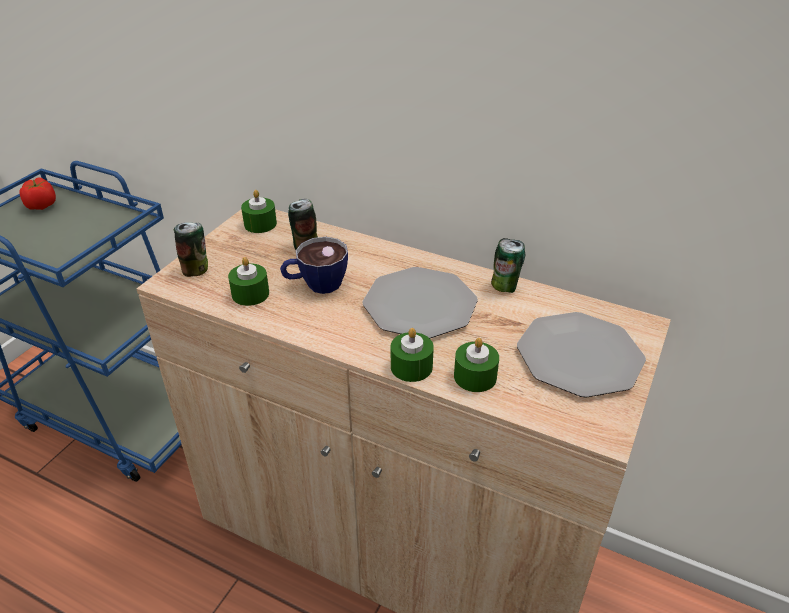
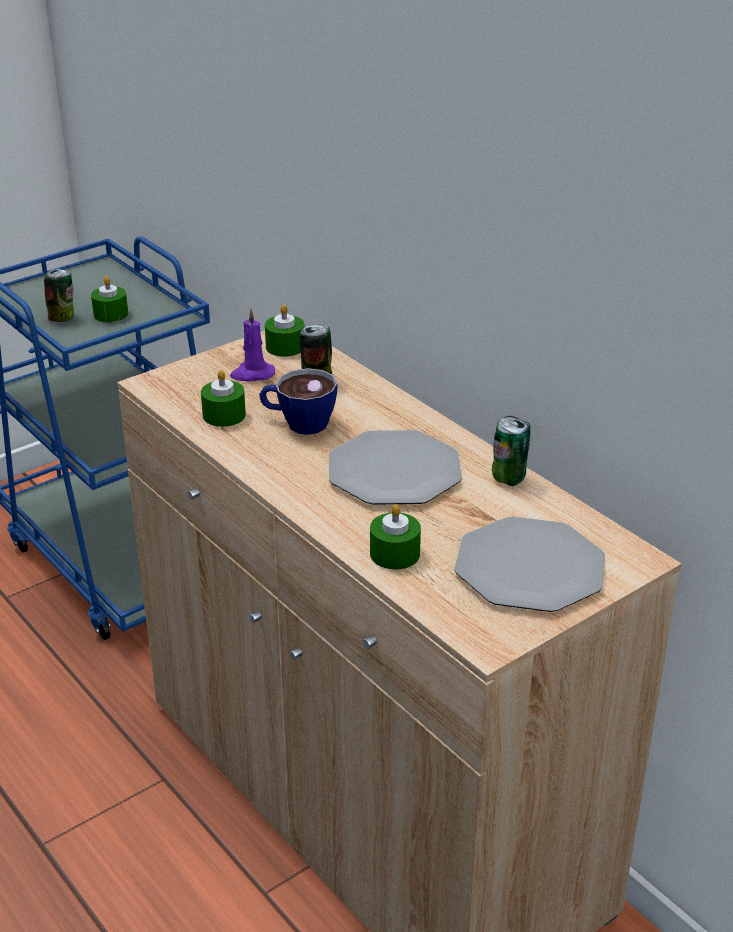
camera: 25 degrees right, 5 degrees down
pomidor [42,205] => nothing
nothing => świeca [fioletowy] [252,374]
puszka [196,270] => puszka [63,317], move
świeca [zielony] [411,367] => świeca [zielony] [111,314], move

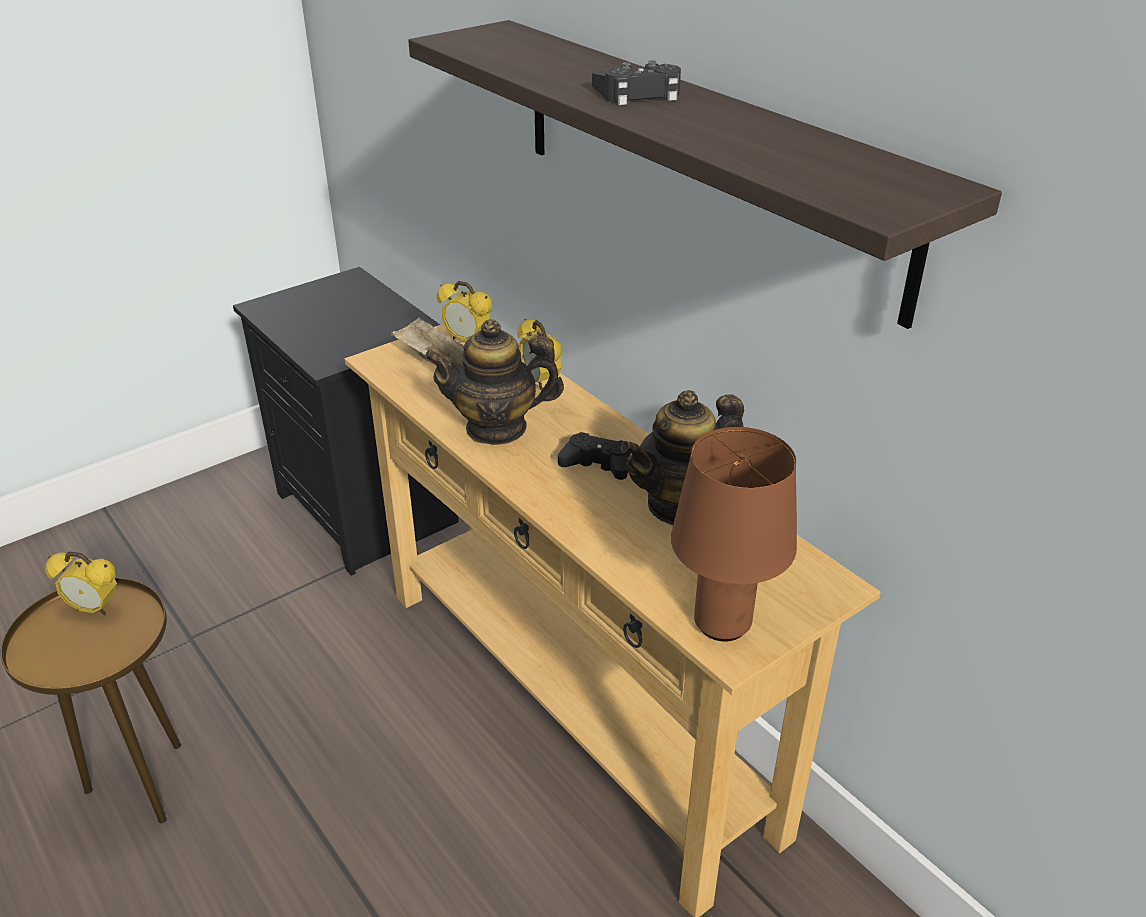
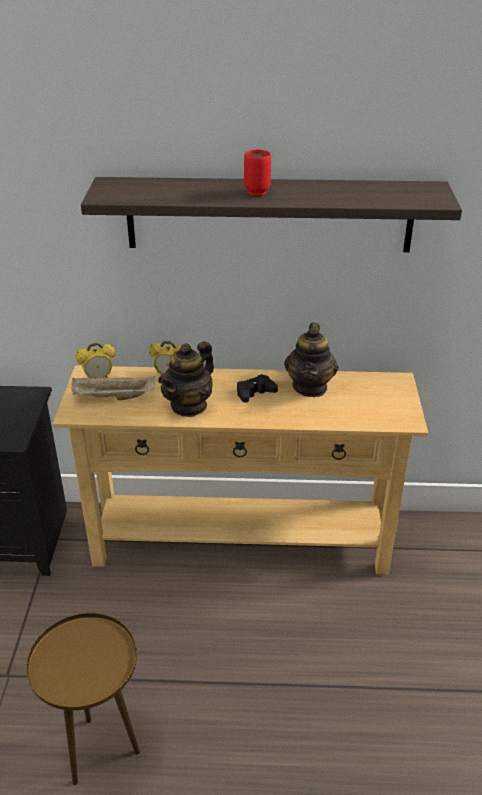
camera: 50 degrees left, 0 degrees up
budzik [94,609] => nothing
lampa stołowa [brązowy] [723,624] => nothing
pad do gier [czarny] [639,94] => kubek [czerwony] [259,191]

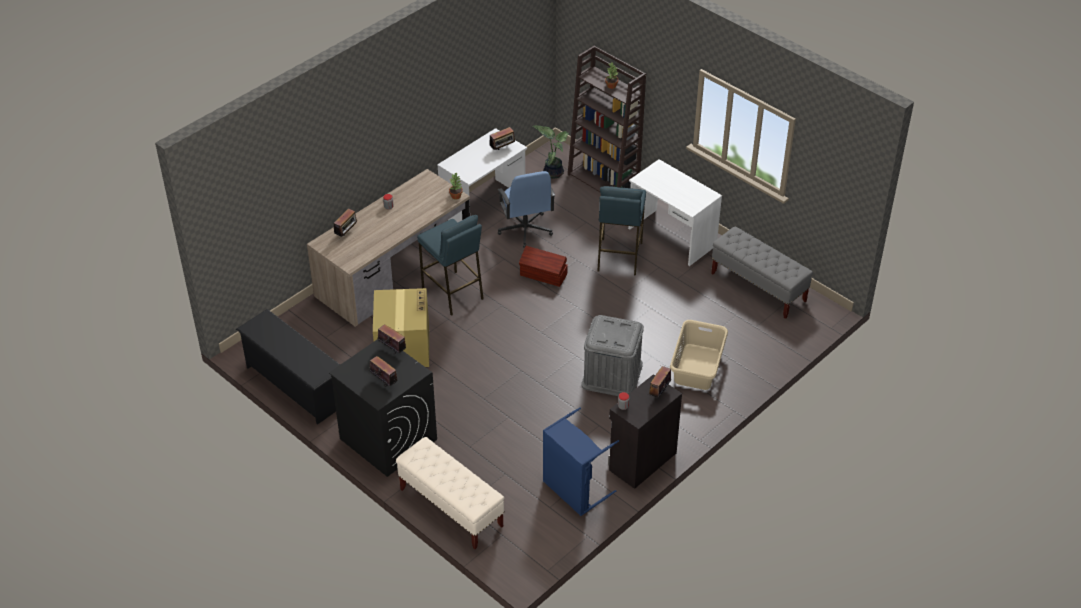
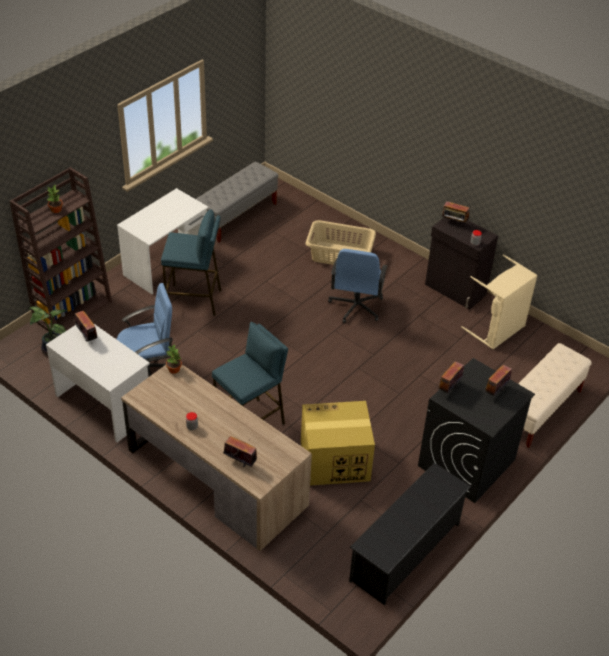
camera: 95 degrees left, 0 degrees up
pojemnik do przechowywania [brązowy] [543,275] => nothing
pojemnik do przechowywania [szary] [612,374] => krzesło biurowe [niebieski] [356,307]
kosz na pranie [niebieski] [573,490] => kosz na pranie [beżowy] [498,330]

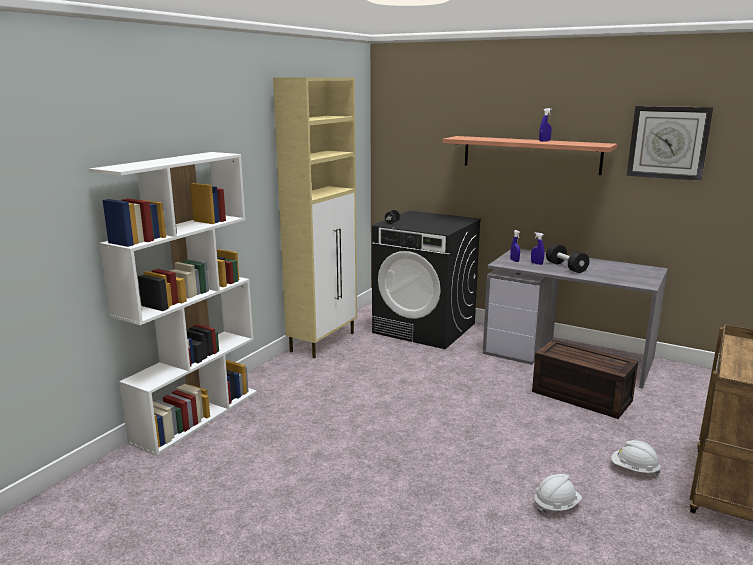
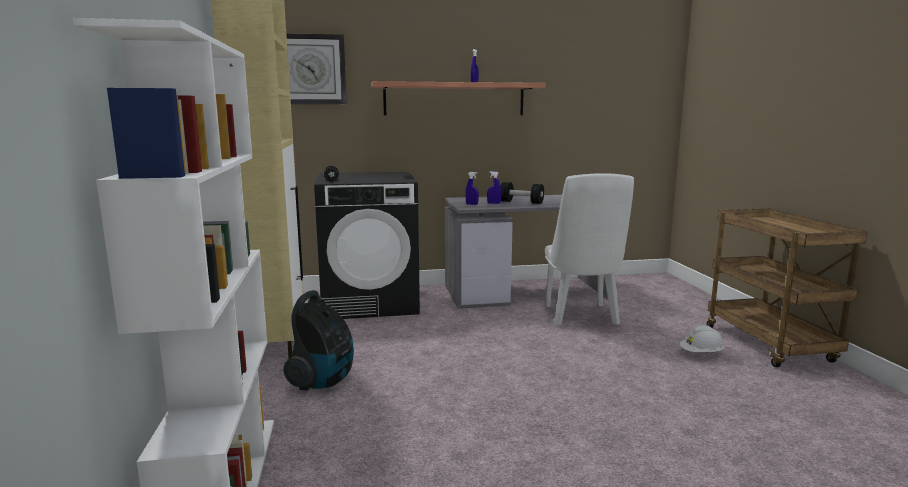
camera: 40 degrees left, 5 degrees down
kask [biały] [556,505] => nothing
nothing => odkurzacz [323,381]
zegar ścienny [668,142] => zegar ścienny [311,69], move
pojemnik do przechowywania [brązowy] [579,396] => krzesło [biały] [582,317]

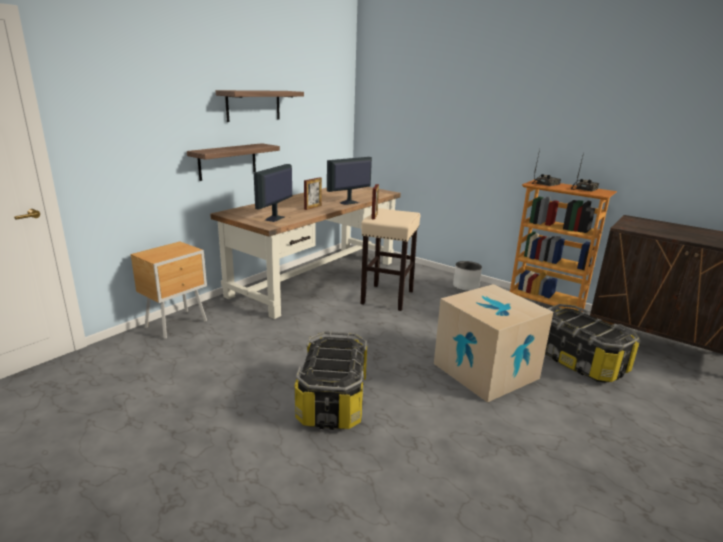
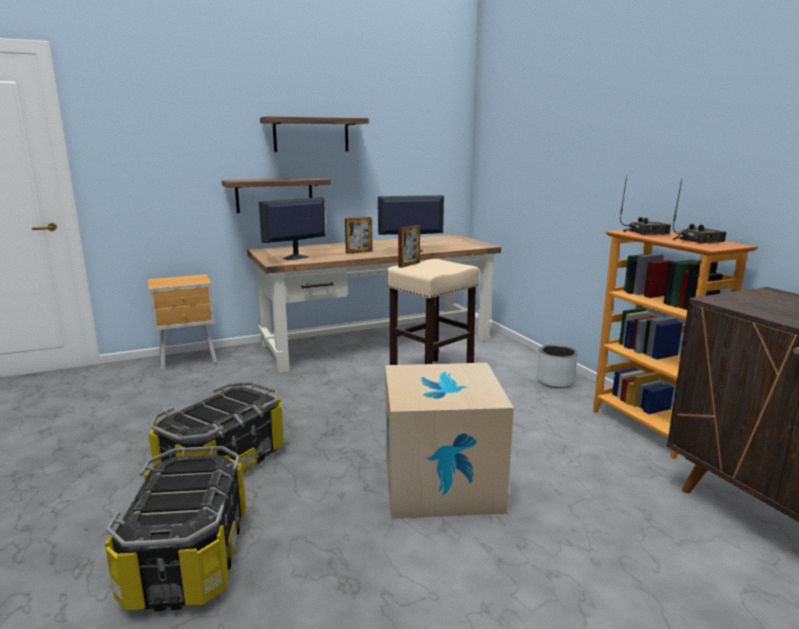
camera: 30 degrees right, 5 degrees down
pojemnik do przechowywania [580,361] => pojemnik do przechowywania [189,557], move

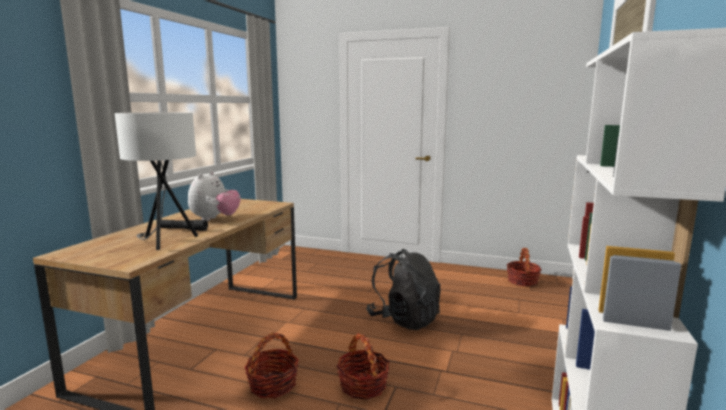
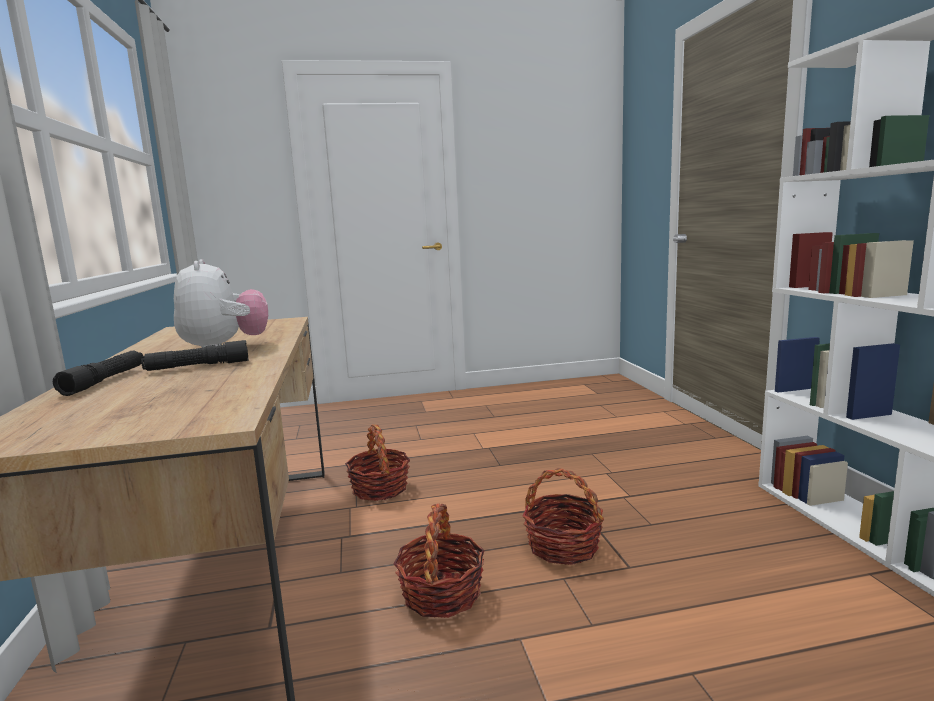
camera: 30 degrees left, 0 degrees up
lampa stołowa [biały] [165,242] => nothing
plecak [czarny] [404,319] => nothing
nothing => latarka [czarny] [105,381]
koszyk [522,281] => koszyk [380,489], move

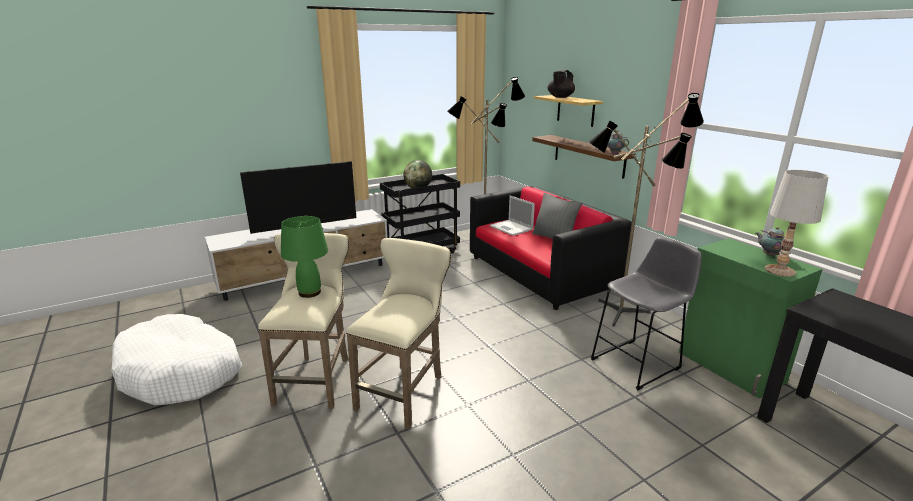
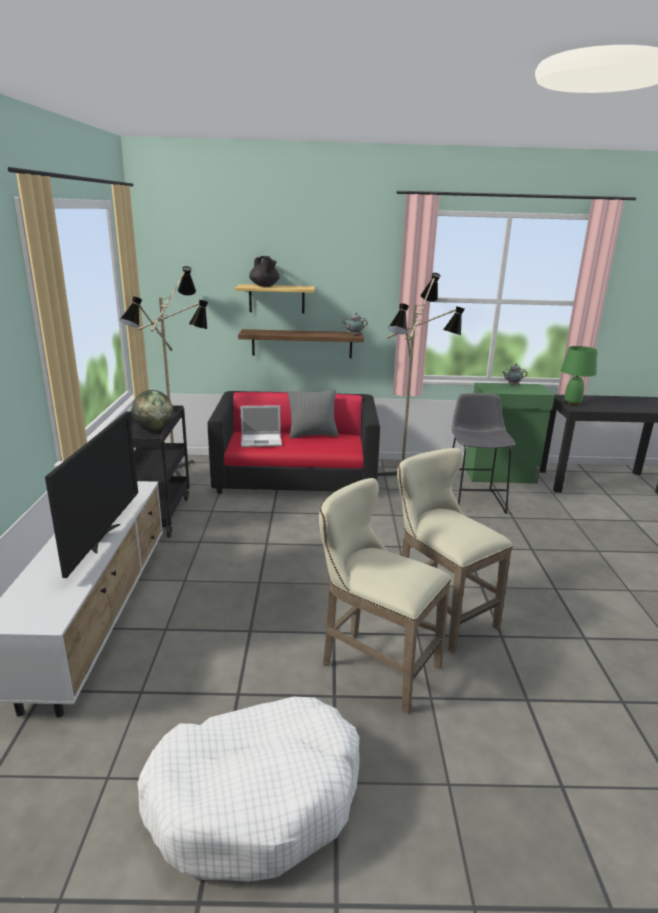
camera: 60 degrees left, 0 degrees up
lampa stołowa [biały] [779,271] => nothing
lampa stołowa [zielony] [310,292] => lampa stołowa [zielony] [572,403], move

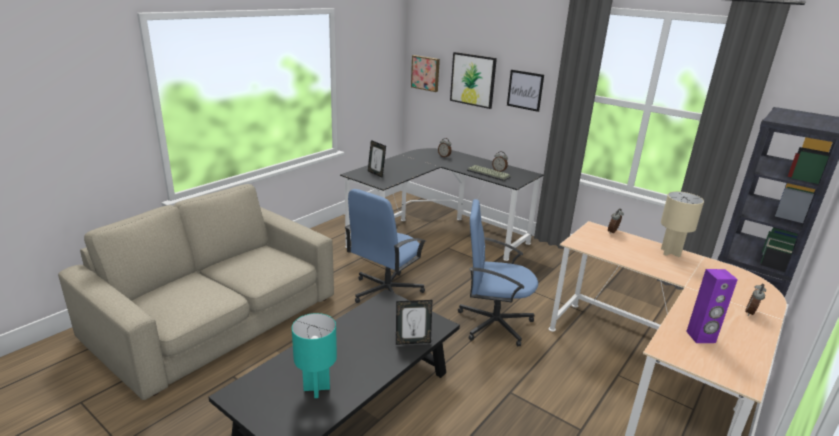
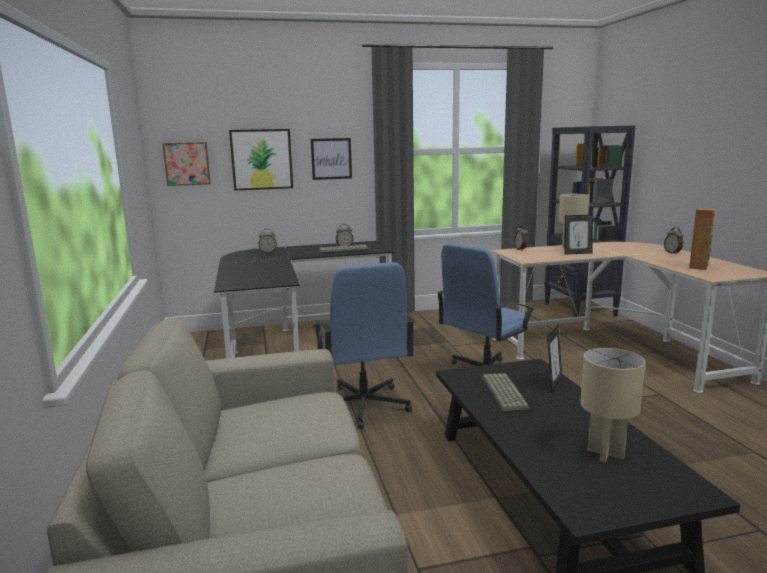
camera: 50 degrees left, 10 degrees down
nothing => klawiatura [502,393]
ramka na zdjęcie [376,173] => ramka na zdjęcie [577,253], move
lampa stołowa [turkusowy] [316,389] => lampa stołowa [beżowy] [606,454]
głośnik [fioletowy] [701,337] => głośnik [brązowy] [699,267]

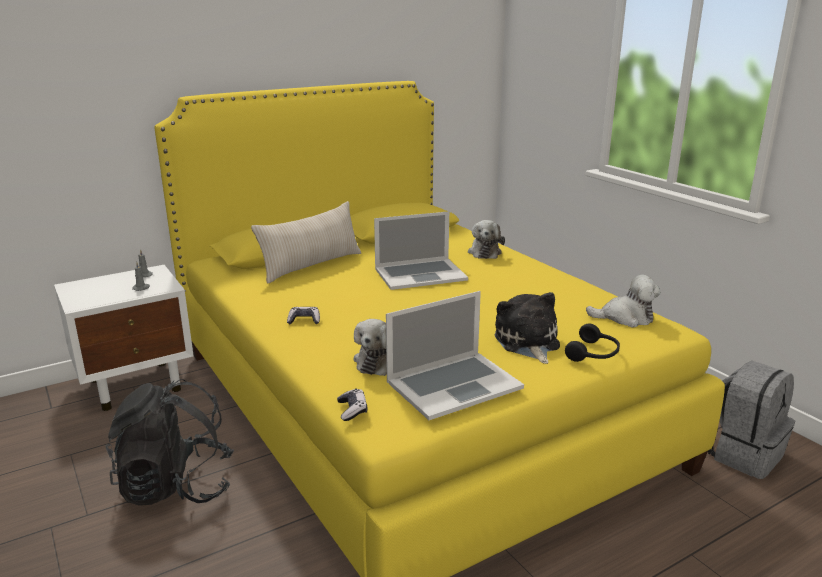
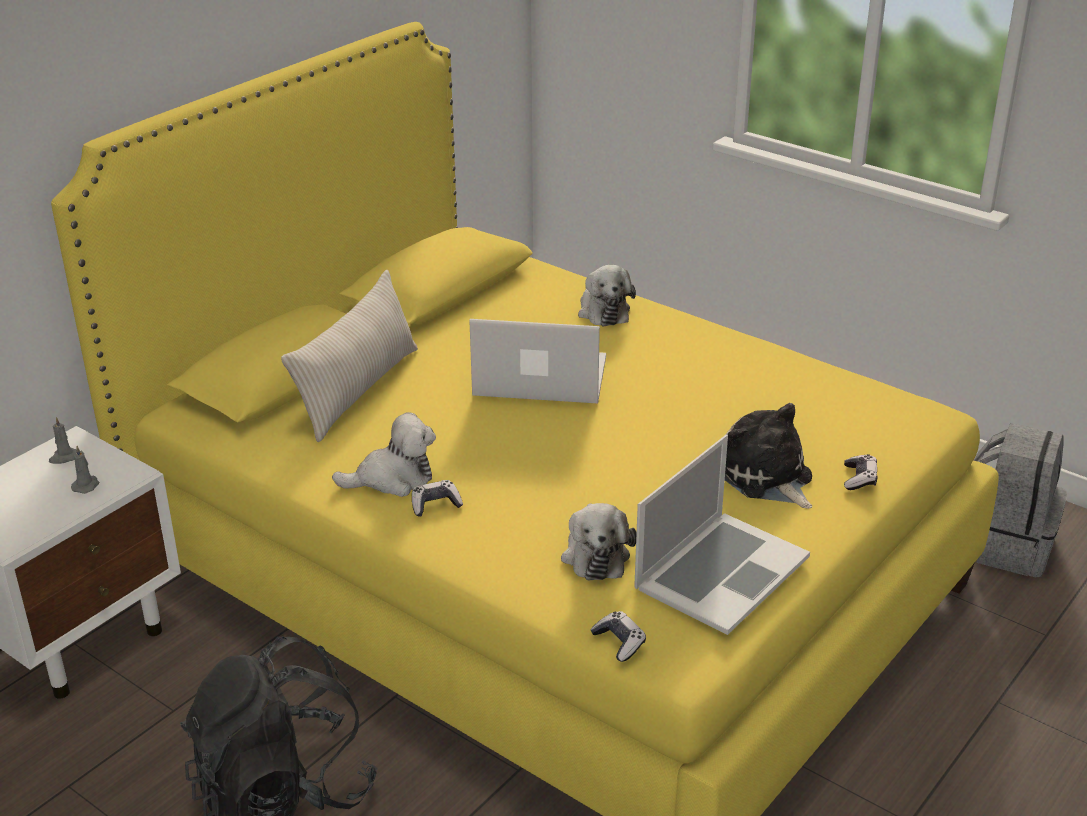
camera: 20 degrees left, 10 degrees up
pluszak [625,318] => pluszak [392,479], move
słuchawki [czarny] [594,354] => pad do gier [859,479]
laptop [420,274] => laptop [540,377], 135 degrees counterclockwise

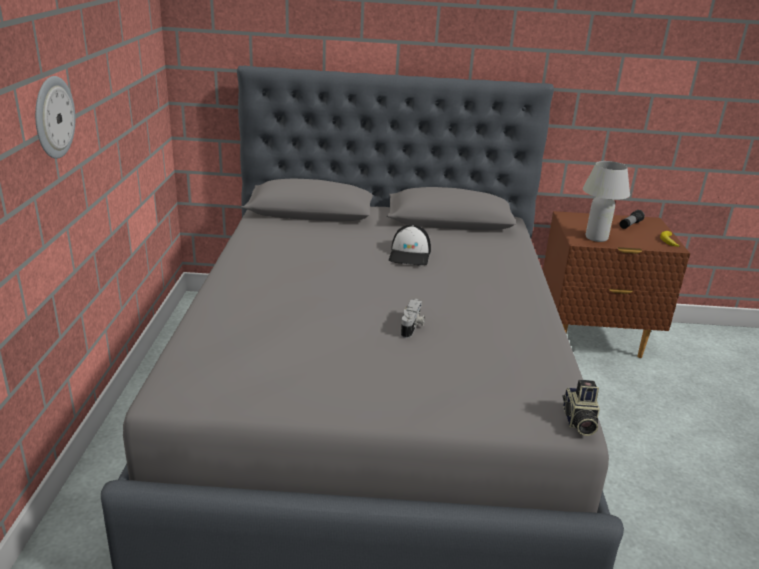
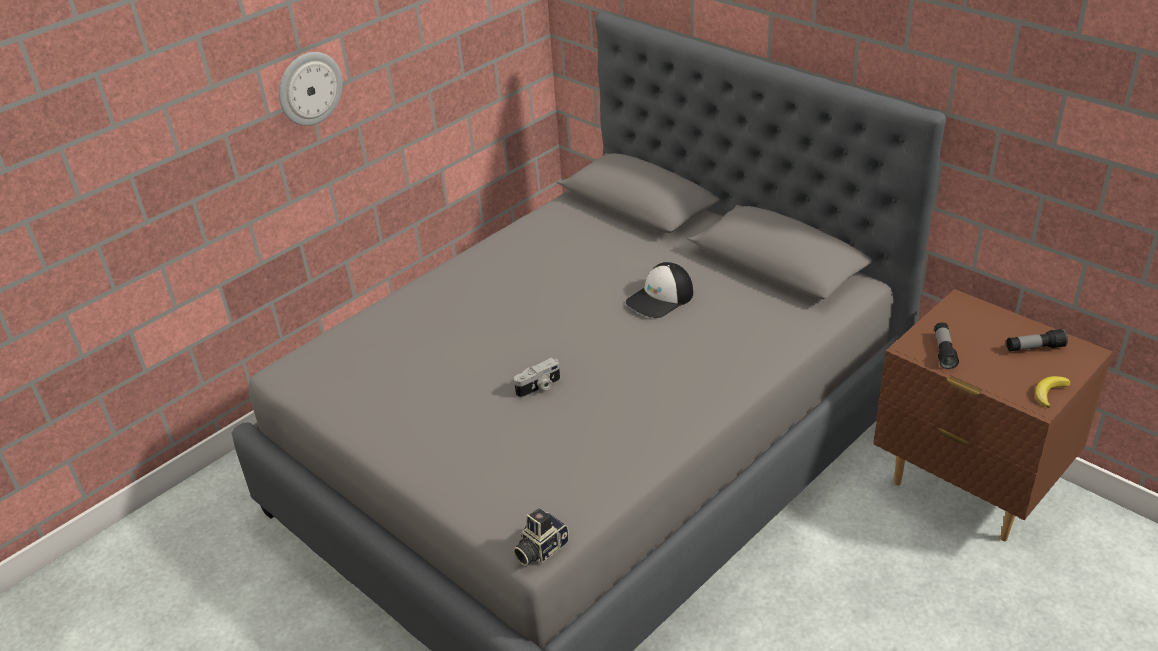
camera: 45 degrees right, 10 degrees up
lampa stołowa [biały] [596,238] => latarka [944,351]

